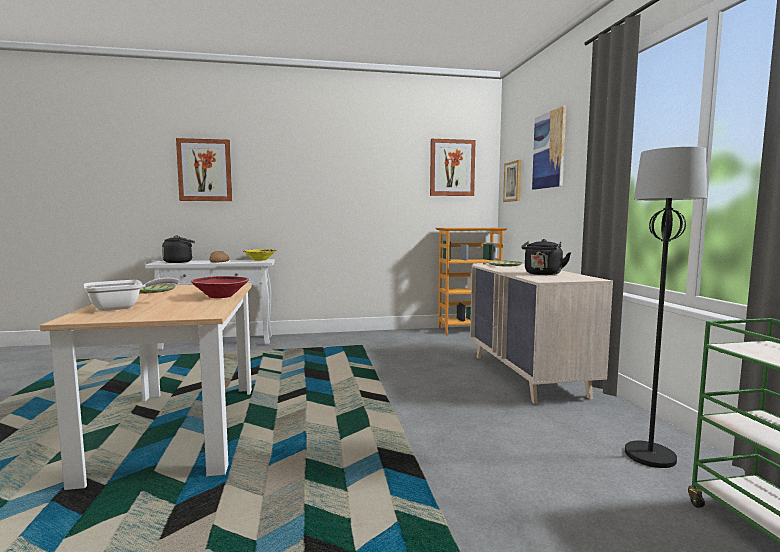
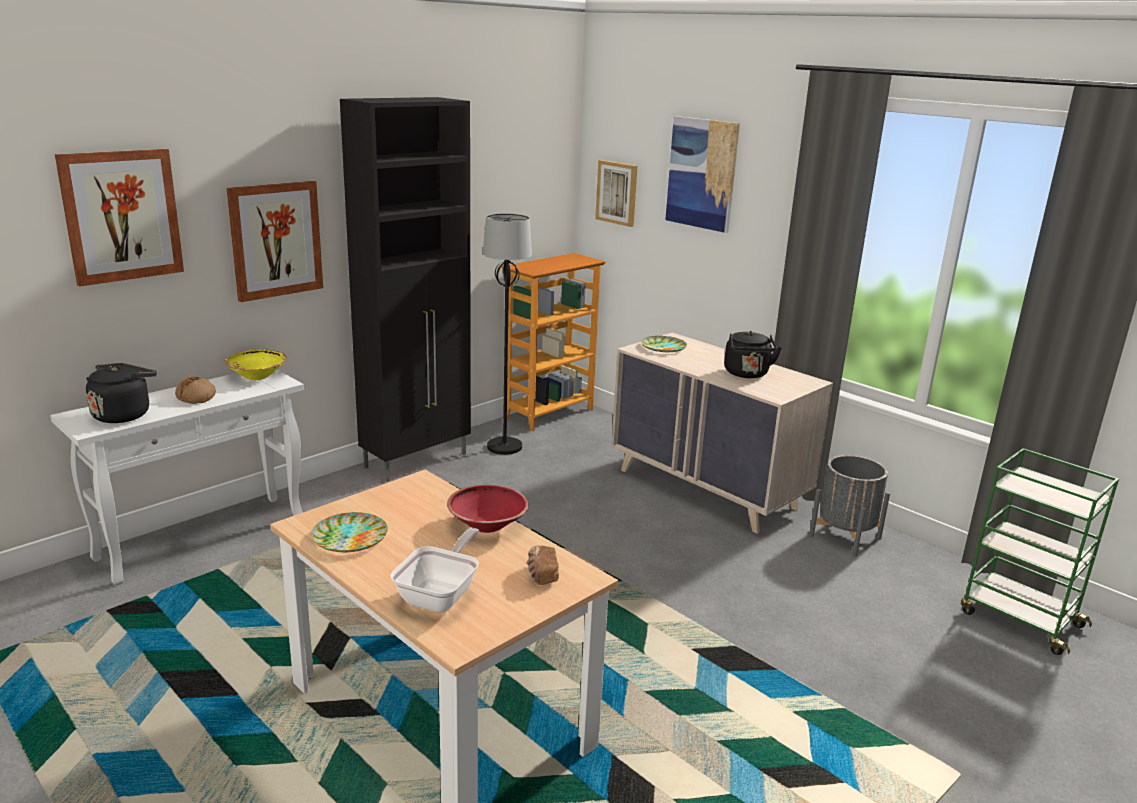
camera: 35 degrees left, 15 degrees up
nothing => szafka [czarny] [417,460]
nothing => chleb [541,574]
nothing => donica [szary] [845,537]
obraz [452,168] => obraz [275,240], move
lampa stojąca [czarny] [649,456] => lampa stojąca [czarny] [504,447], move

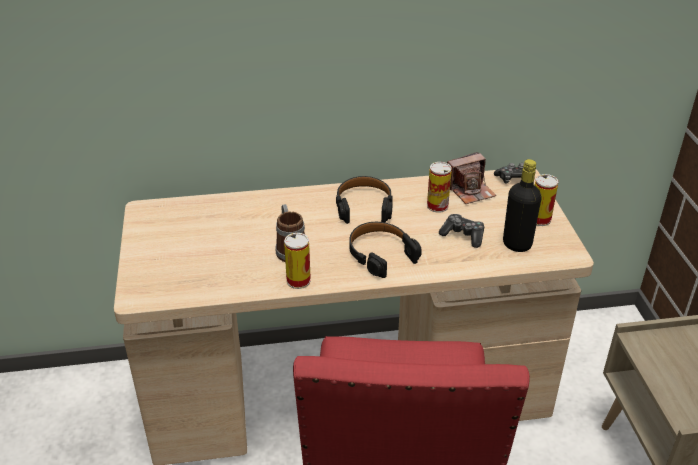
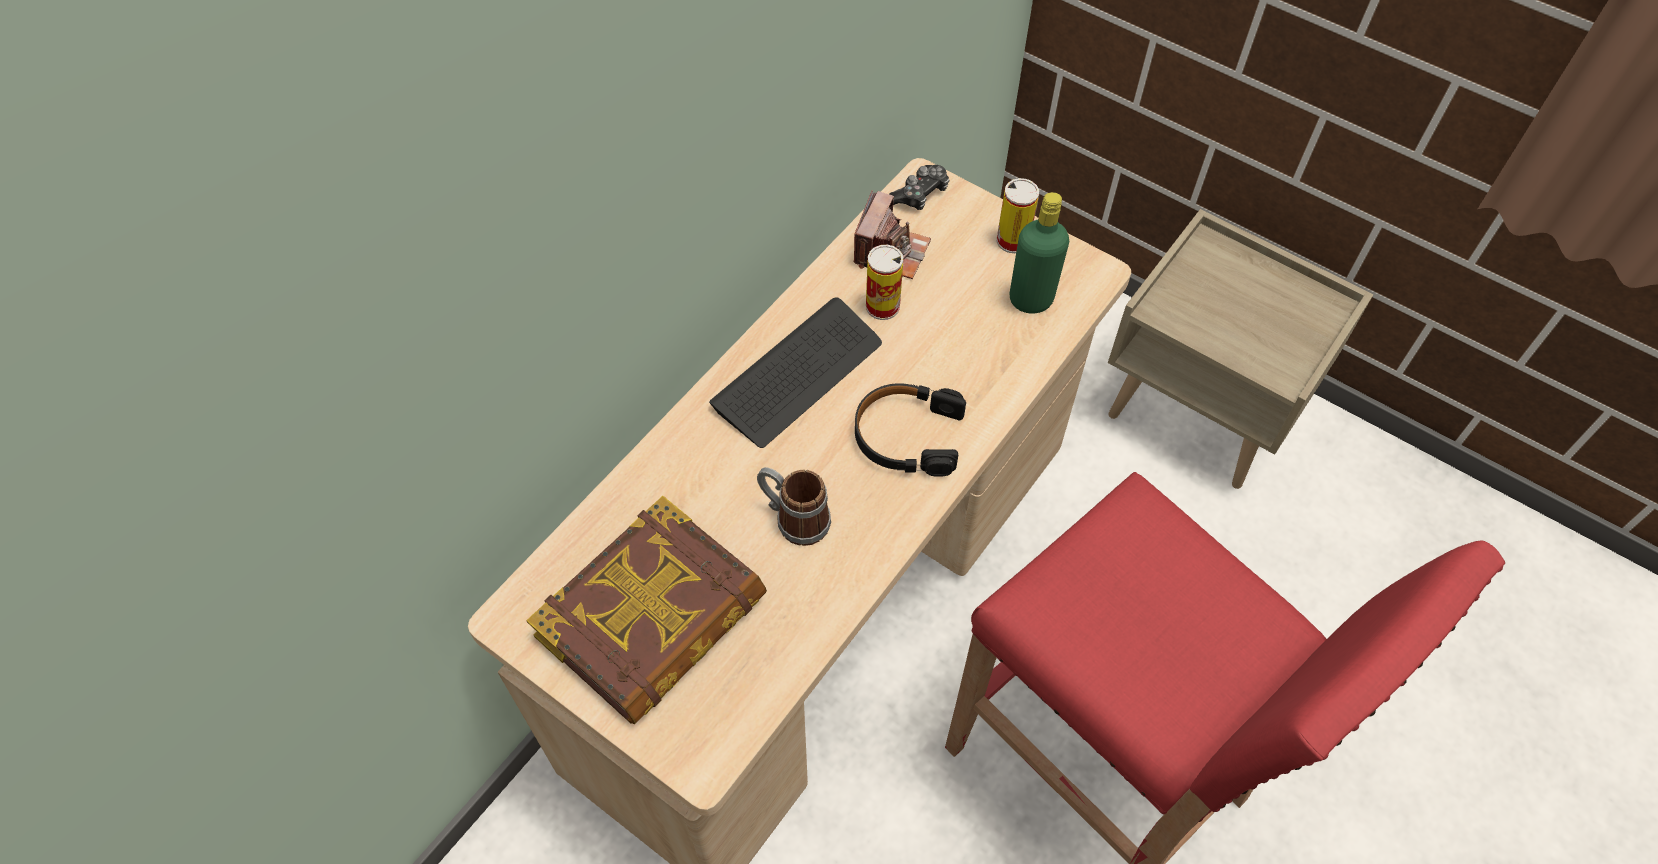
camera: 45 degrees left, 20 degrees up
puszka [298,281] => nothing
pad do gier [463,235] => nothing
nothing => książka [653,618]
słuchawki [czarny] [364,206] => klawiatura [798,374]
butelka [czarny] [517,244] => butelka [zielony] [1031,299]

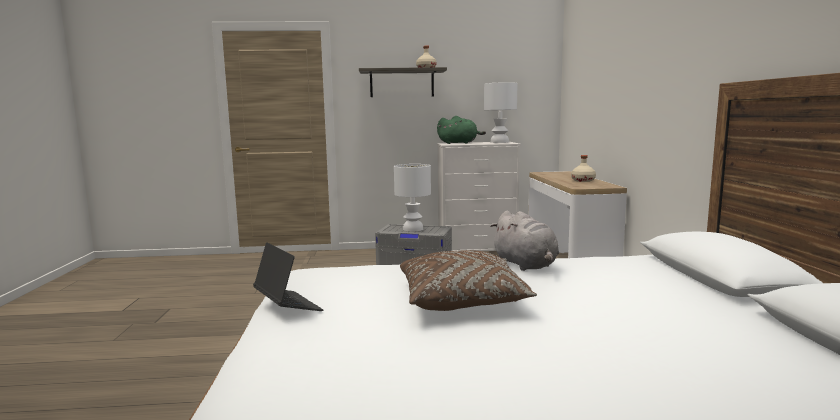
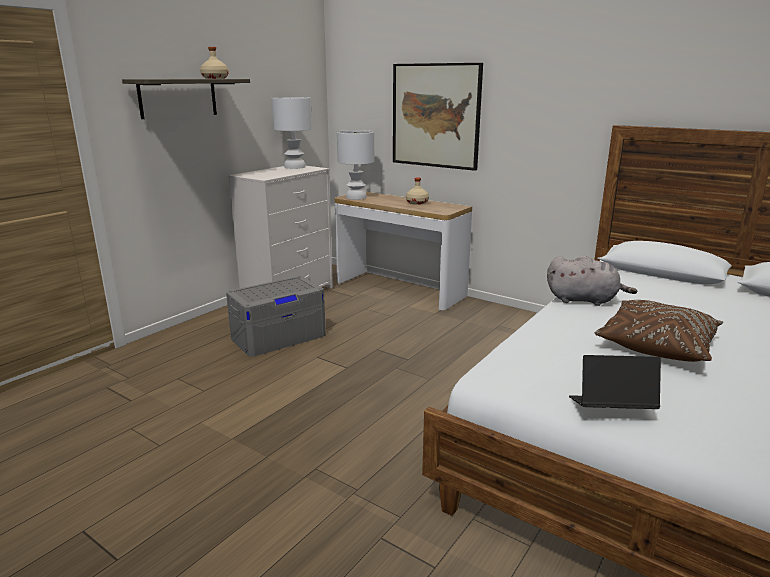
camera: 50 degrees left, 10 degrees up
pluszak [zielony] [459,143] => nothing
nothing => obraz [435,116]
lampa stołowa [biały] [413,229] => lampa stołowa [biały] [356,197], move

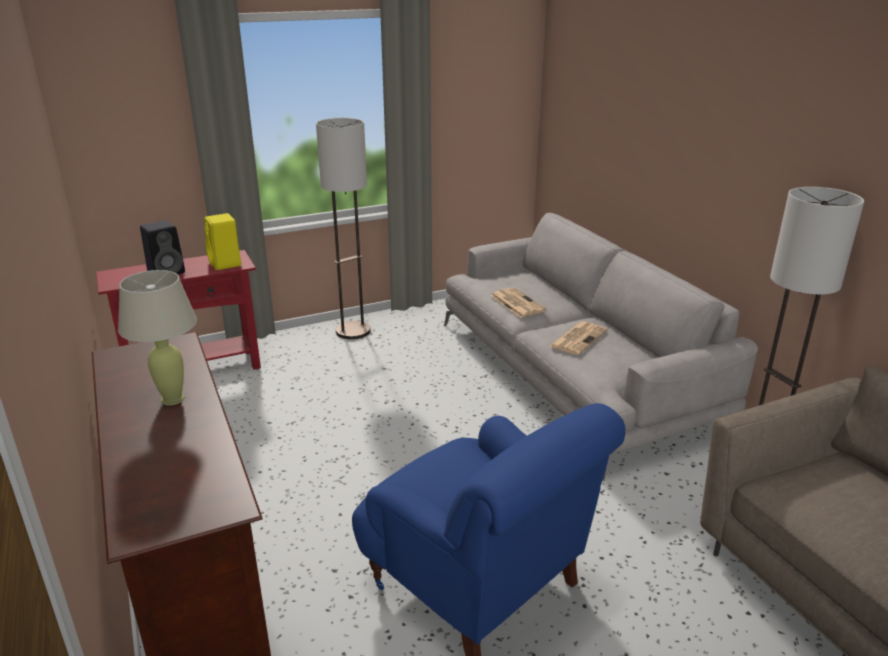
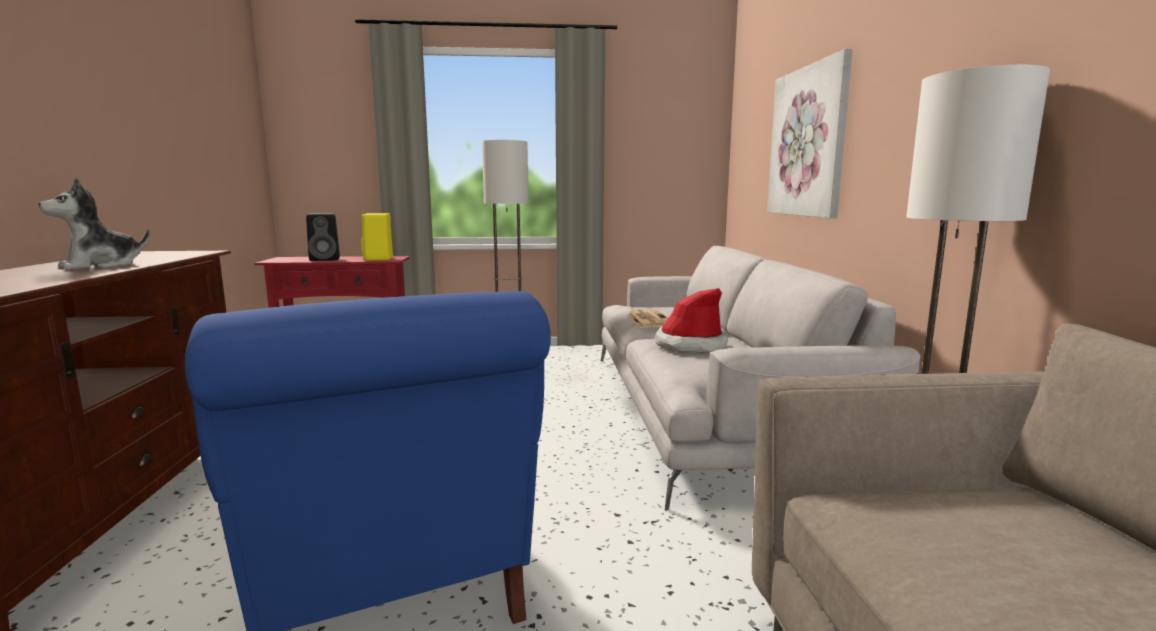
camera: 20 degrees right, 15 degrees down
nothing => obraz [807,142]
lampa stołowa [beżowy] [173,399] => pluszak [101,266]
gazeta [578,338] => kapelusz [690,345]

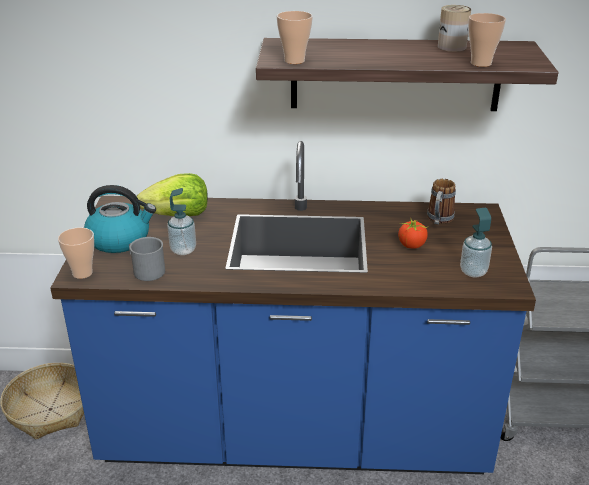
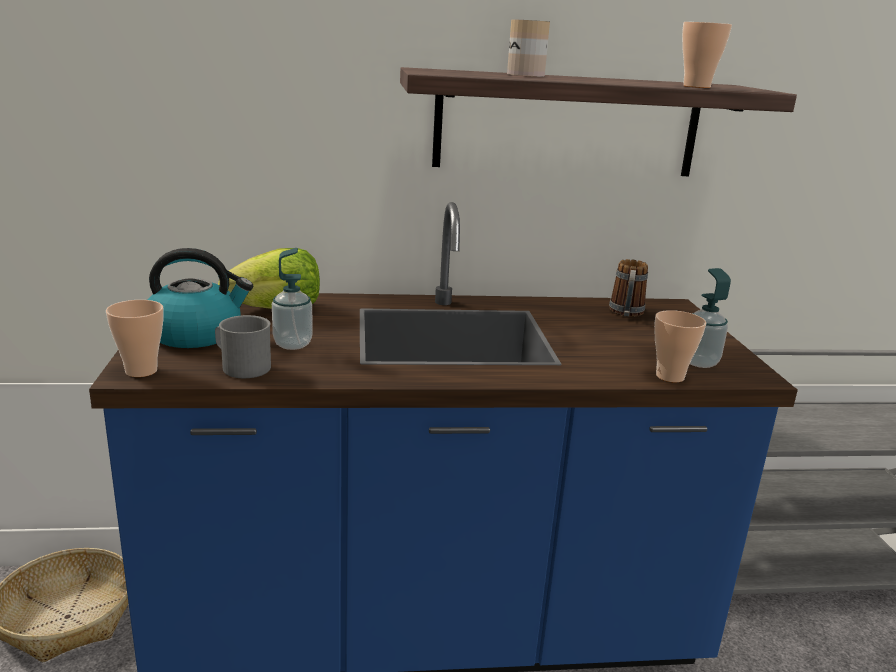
camera: 10 degrees left, 10 degrees down
pomidor [412,245] => nothing
filiżanka [294,61] => filiżanka [670,376], move
puszka [452,47] => puszka [525,75], move

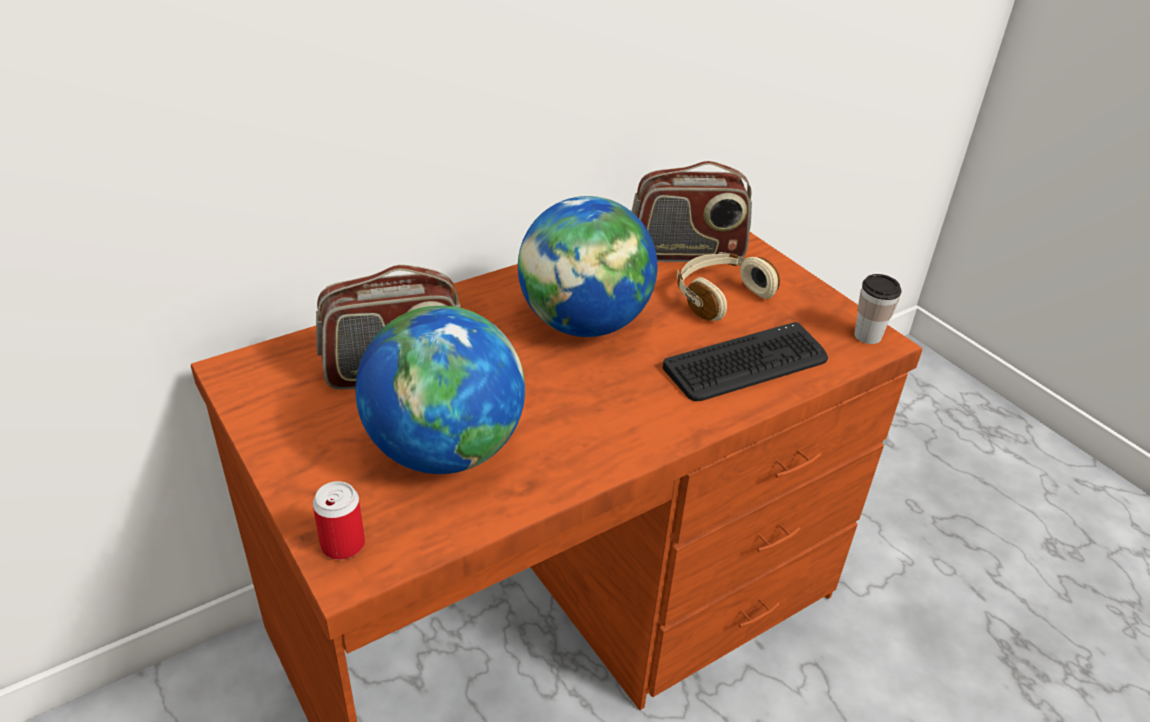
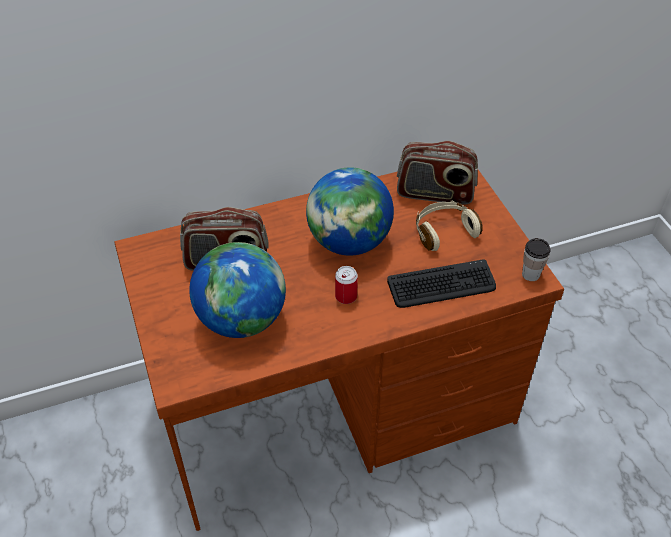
camera: 15 degrees right, 10 degrees up
puszka [343,544] => puszka [346,296], move

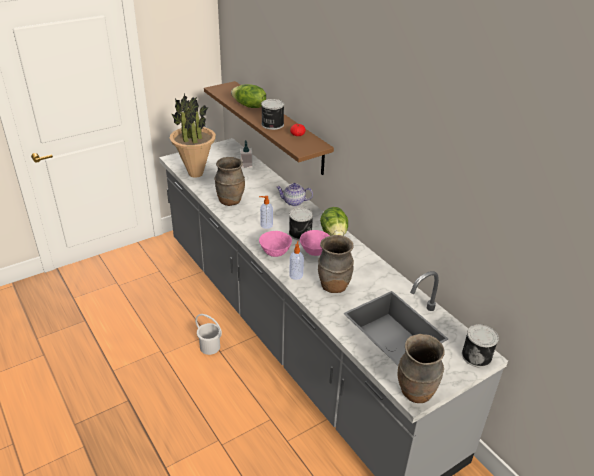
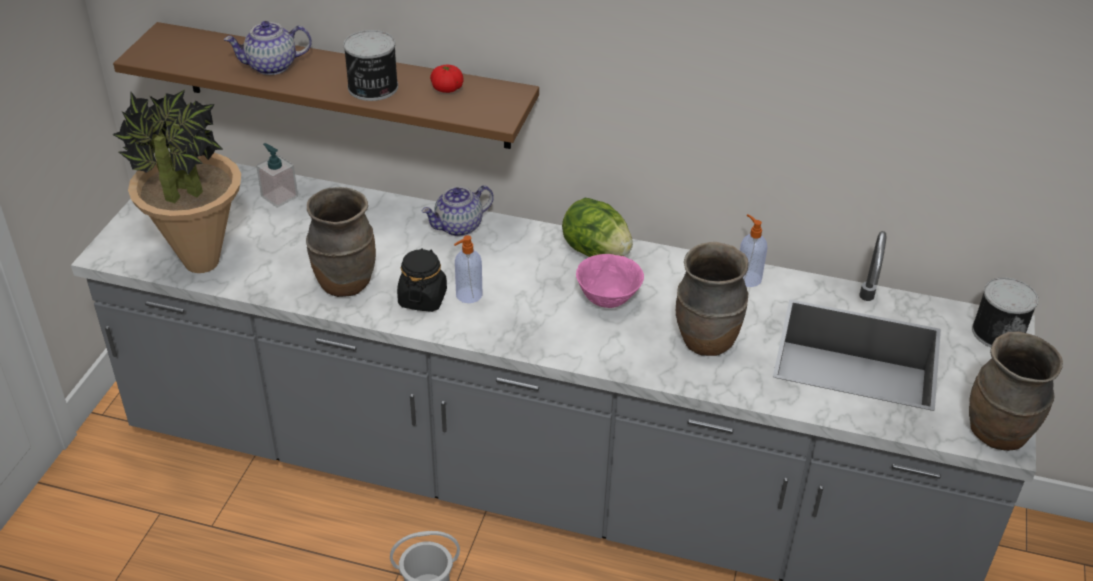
camera: 40 degrees left, 5 degrees up
miska [różowy] [275,253] => nothing
puszka [301,233] => nothing
nothing => słoik [czarny] [422,298]
dozownik mydła [296,275] => dozownik mydła [747,278], move
sałata [249,106] => imbryk [271,66]

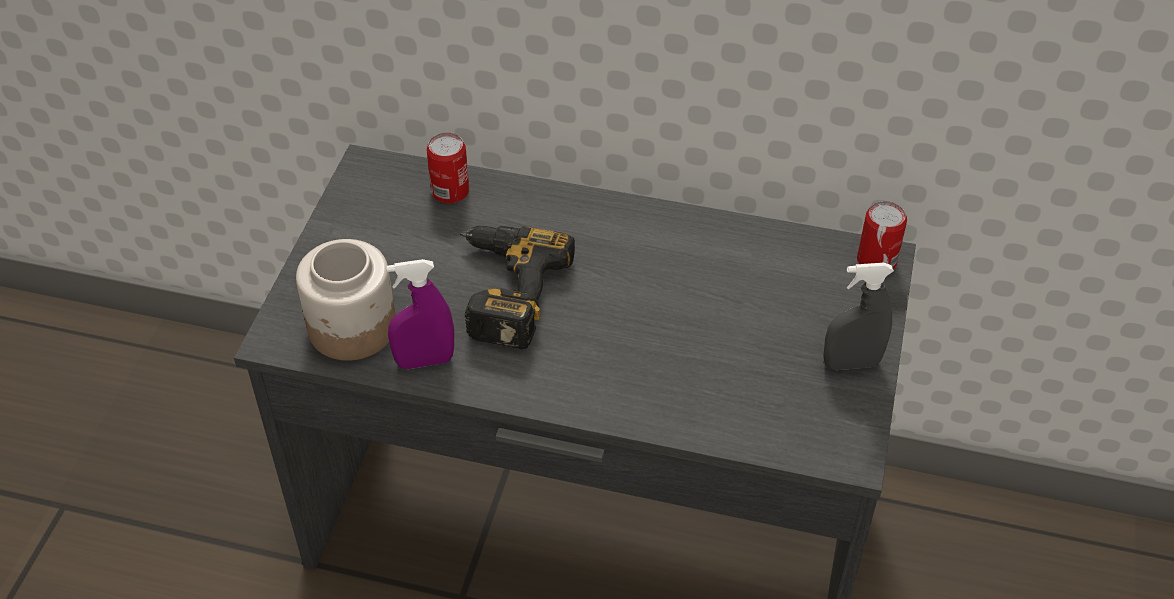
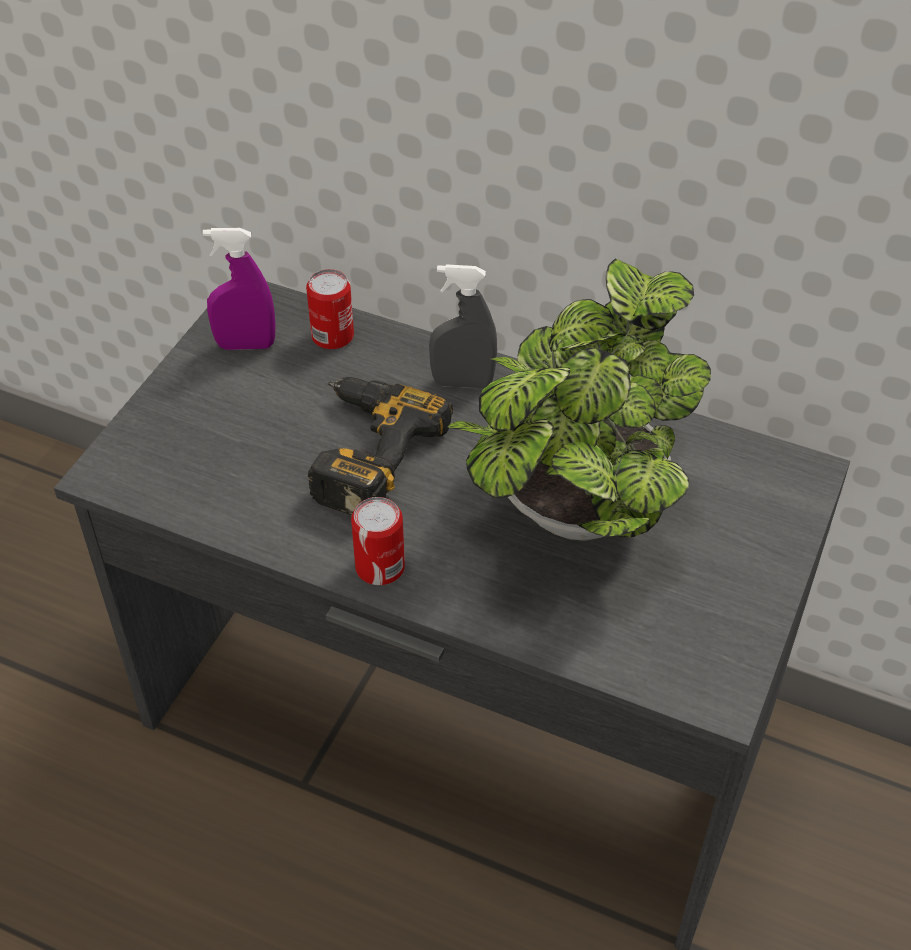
camera: 10 degrees right, 0 degrees up
słoik [352,328] => nothing
nothing => roślina doniczkowa [573,516]
spryskiwacz [fioletowy] [425,361] => spryskiwacz [fioletowy] [246,345], move
spryskiwacz [szary] [851,363] => spryskiwacz [szary] [462,382], move
puszka [876,261] => puszka [380,567], move

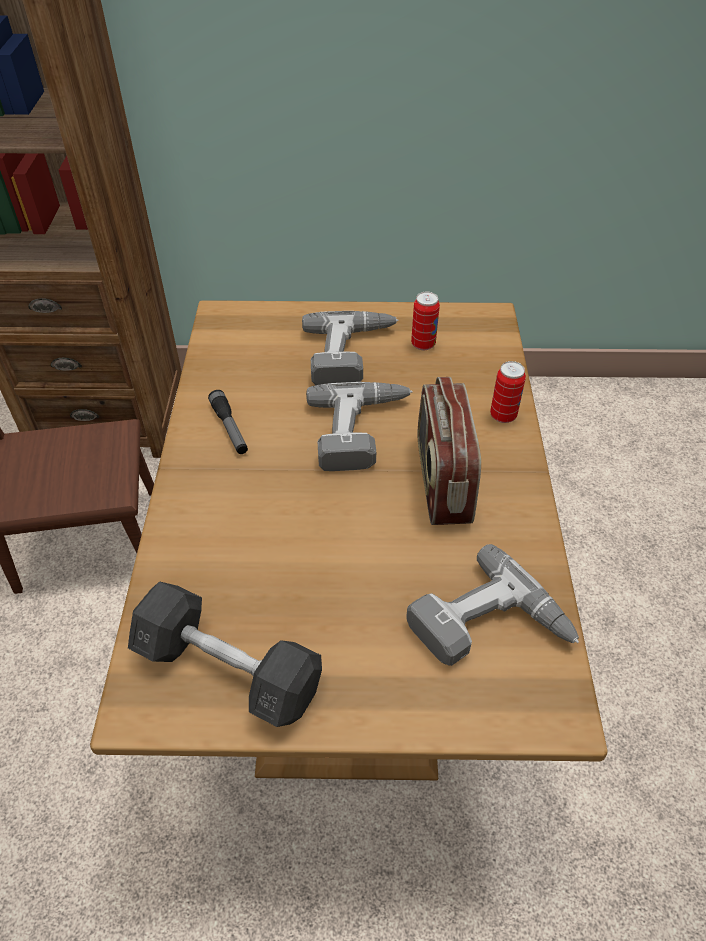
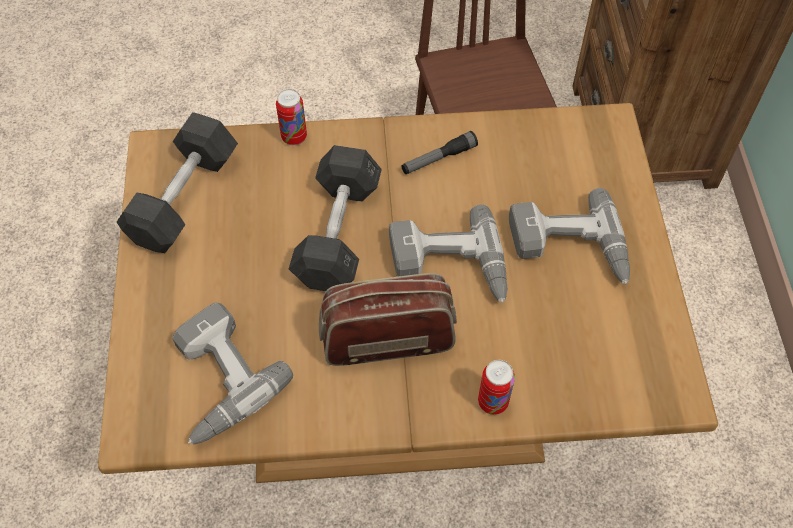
camera: 85 degrees right, 10 degrees up
nothing => hantel [szary] [338,233]
puszka [423,344] => puszka [294,137], move

